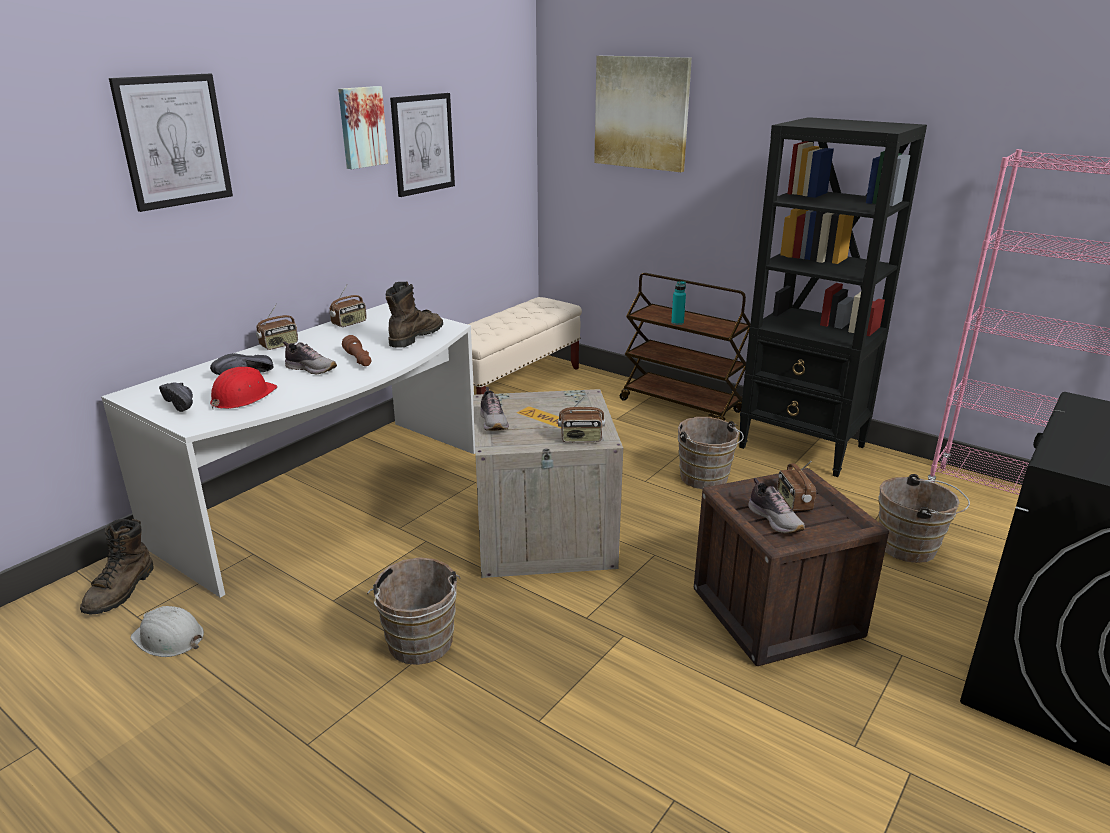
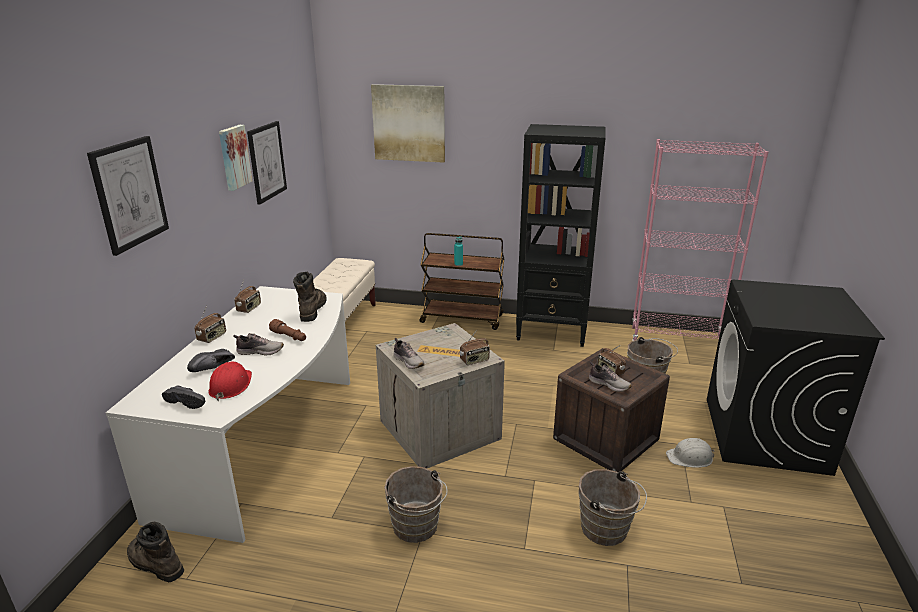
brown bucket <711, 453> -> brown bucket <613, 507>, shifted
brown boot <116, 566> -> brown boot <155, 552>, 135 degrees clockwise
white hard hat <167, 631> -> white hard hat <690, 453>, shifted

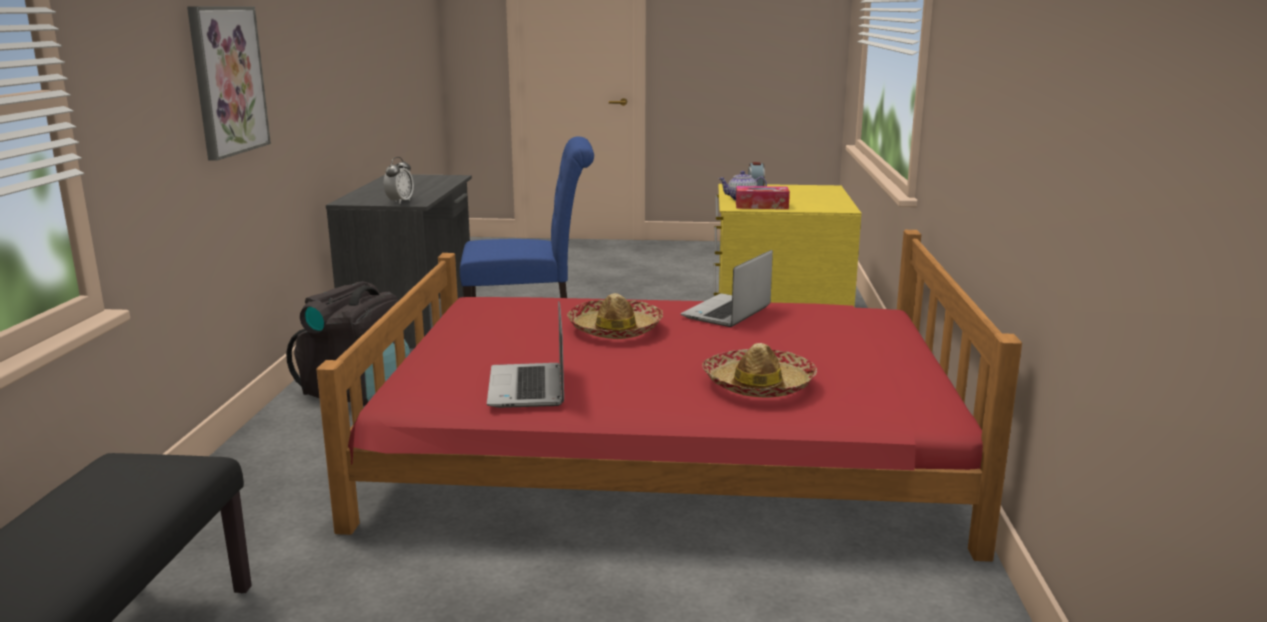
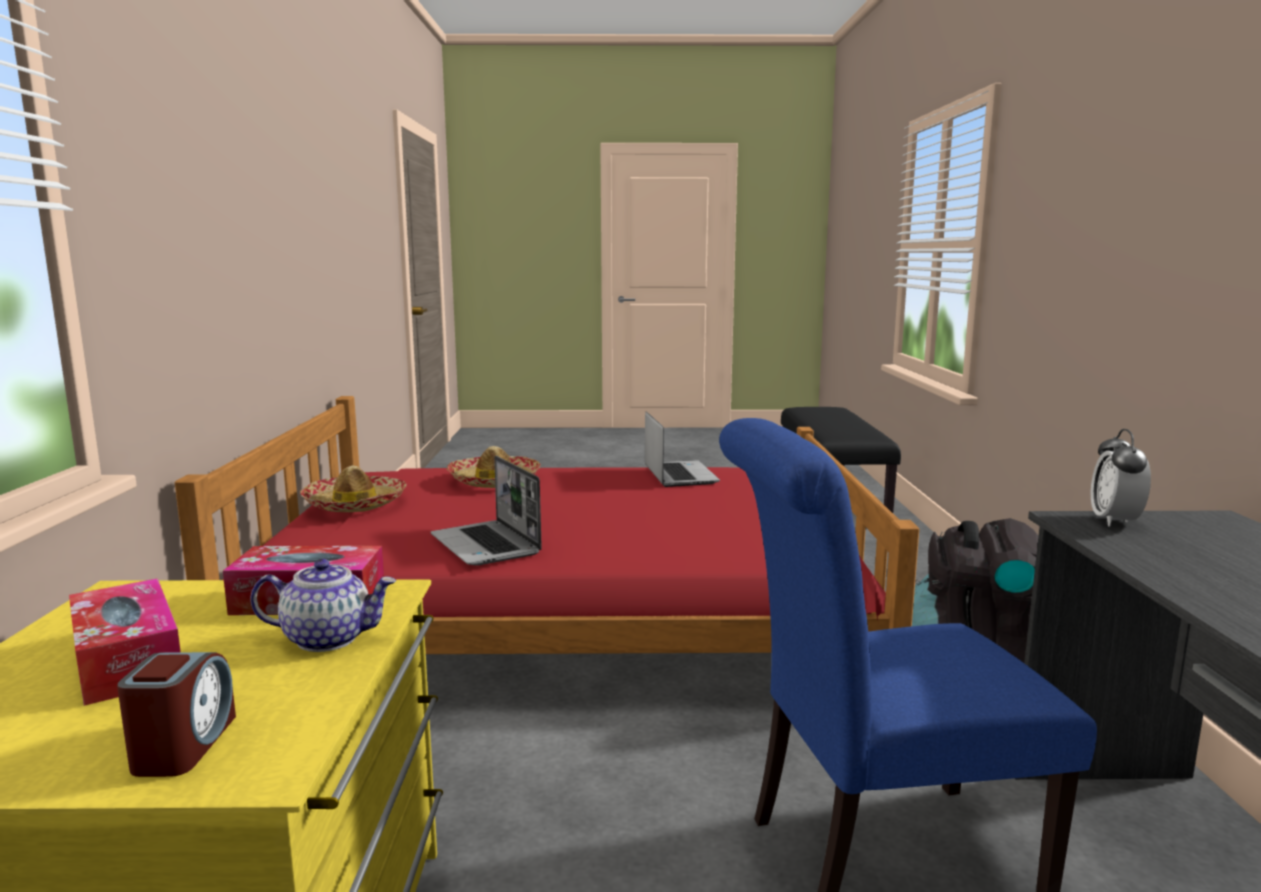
picture <229, 83> -> none
laptop <727, 288> -> laptop <486, 511>, 120 degrees clockwise
hat <615, 316> -> hat <353, 489>, shifted
none -> tissue box <125, 642>

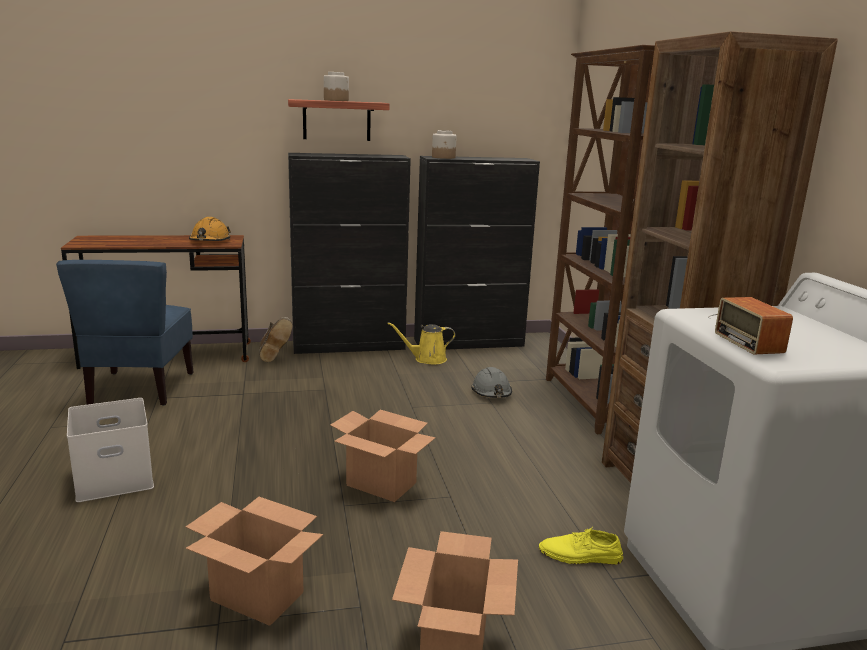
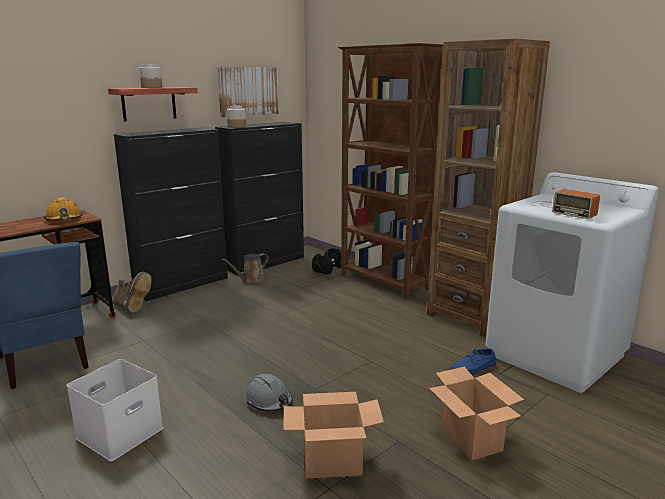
yellow watering can <421, 343> -> brown watering can <245, 268>
grey hard hat <491, 382> -> grey hard hat <269, 393>, shifted
cardboard box <383, 456> -> none
yellow shoe <581, 546> -> blue shoe <473, 361>
none -> picture <248, 92>
none -> black dumbbell <326, 261>

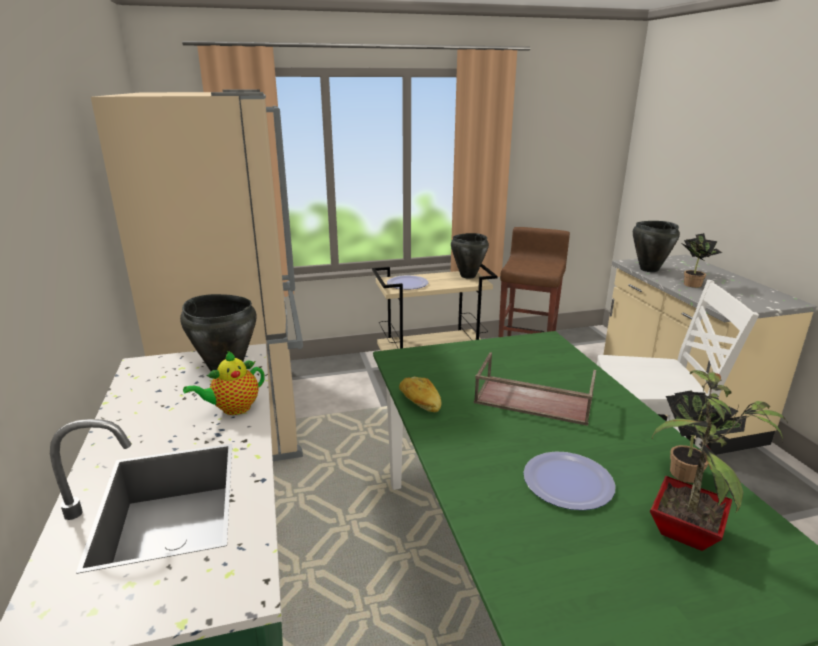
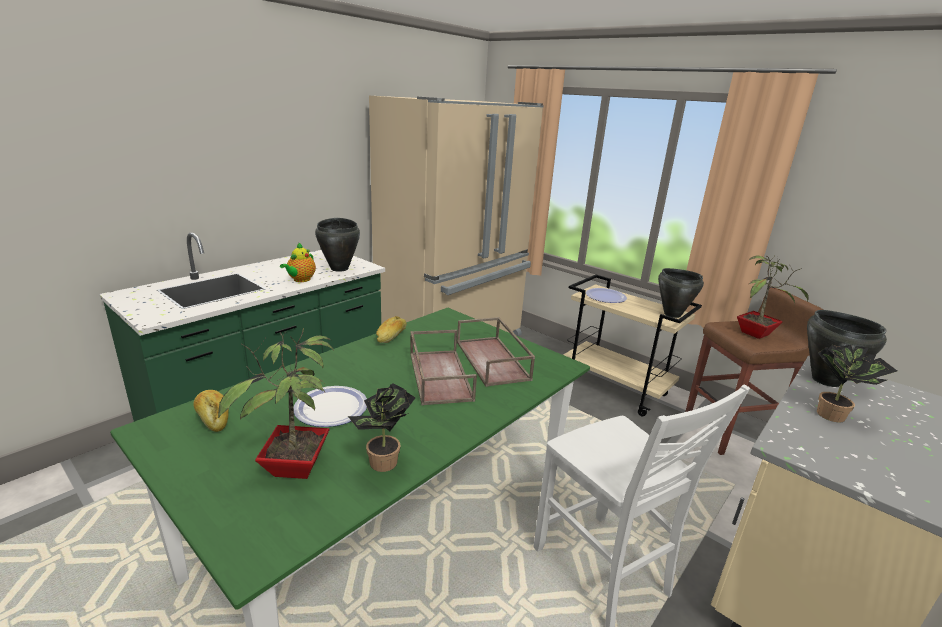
teapot <224, 383> -> teapot <298, 262>, 90 degrees counterclockwise
none -> potted plant <773, 297>
none -> brown tray <496, 352>
none -> bread <211, 411>

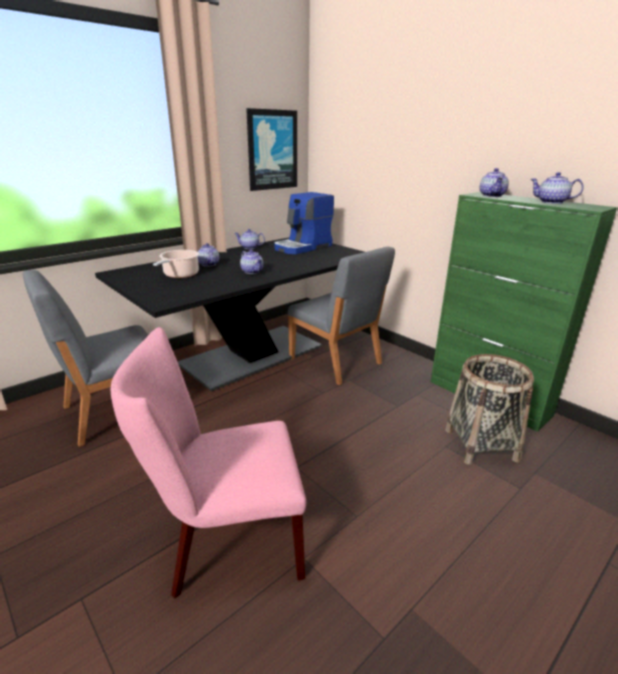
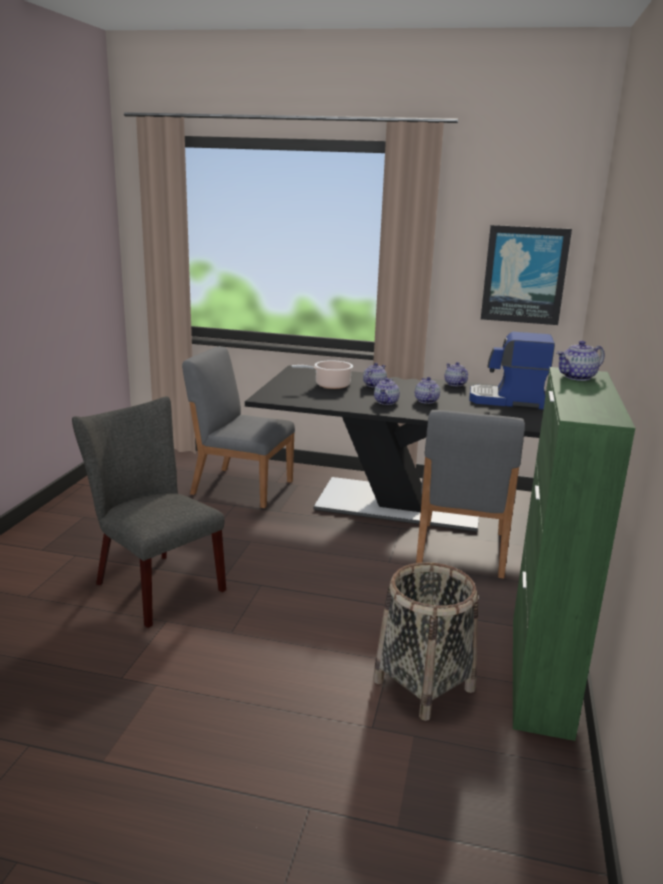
teapot <557, 188> -> teapot <427, 390>, shifted
pink chair <208, 462> -> grey chair <149, 512>

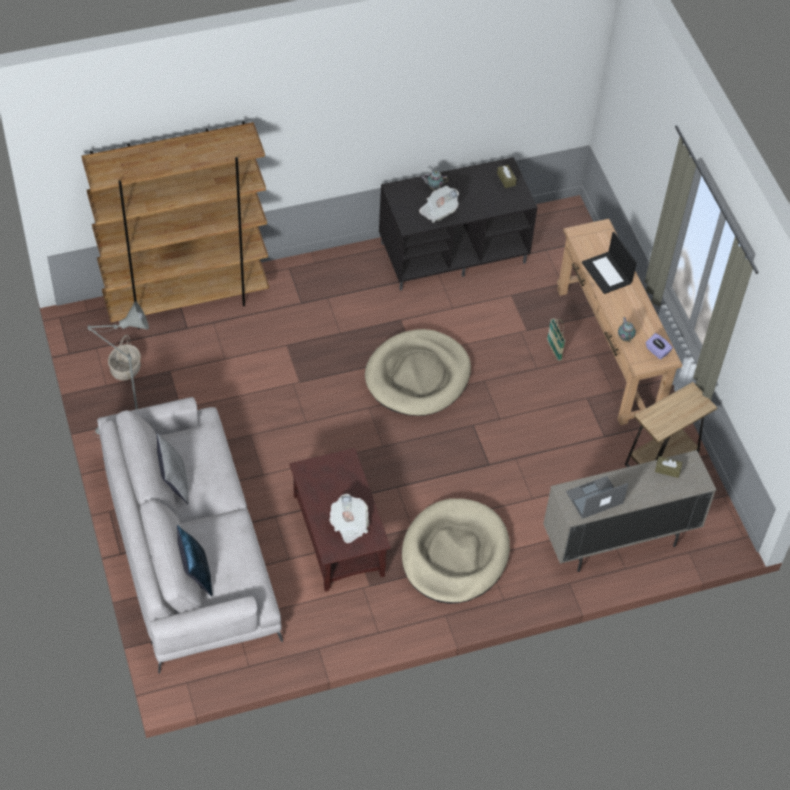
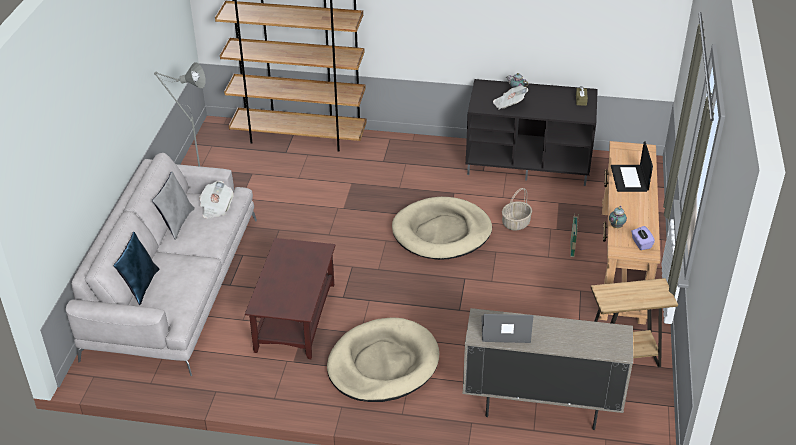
basket <124, 358> -> basket <517, 209>, shifted
brown tissue box <668, 467> -> none
newspaper <349, 518> -> newspaper <216, 199>, shifted

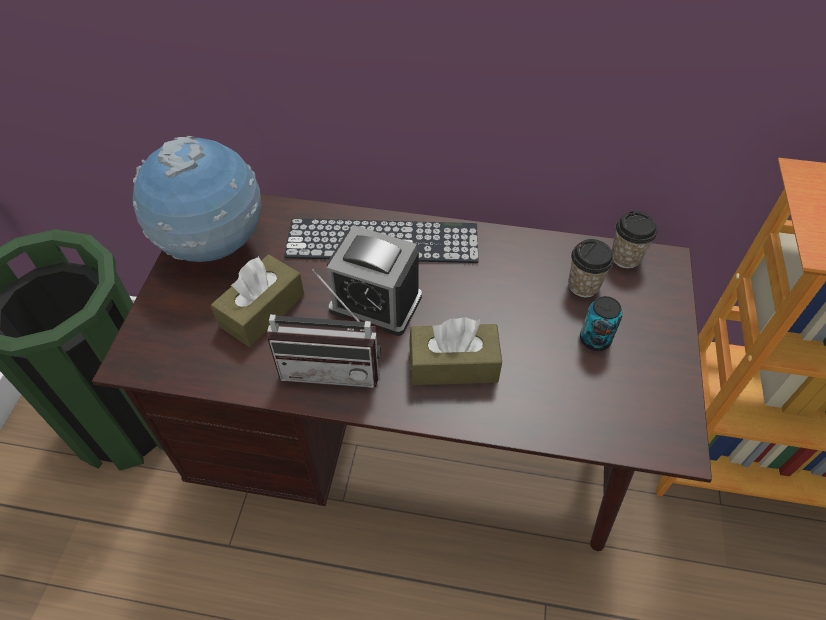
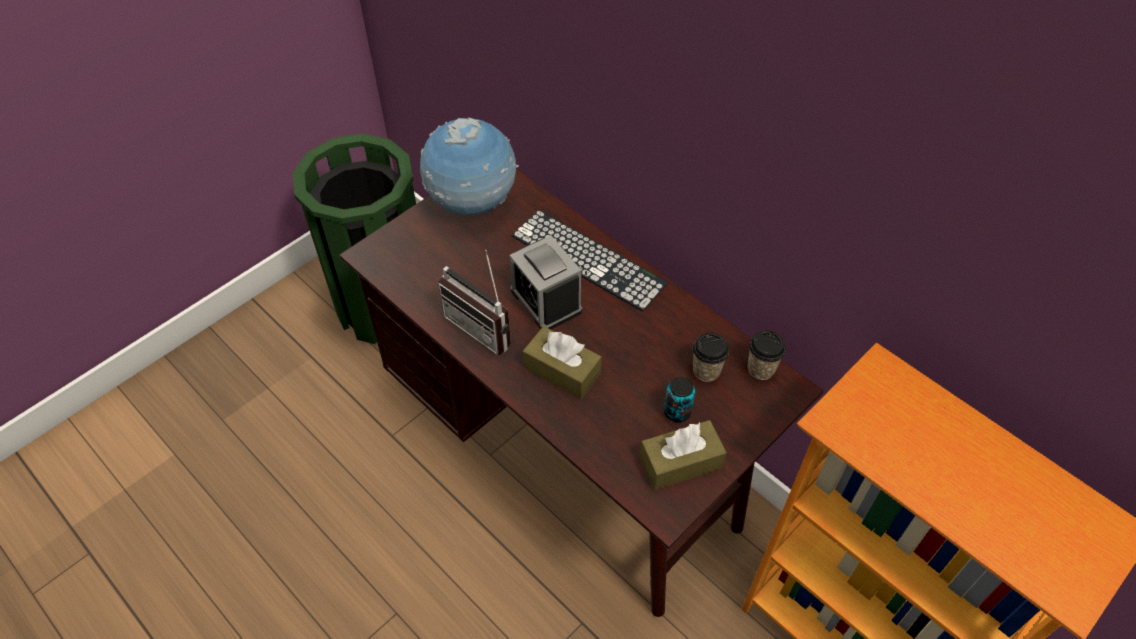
brown tissue box <257, 300> -> brown tissue box <683, 455>, shifted

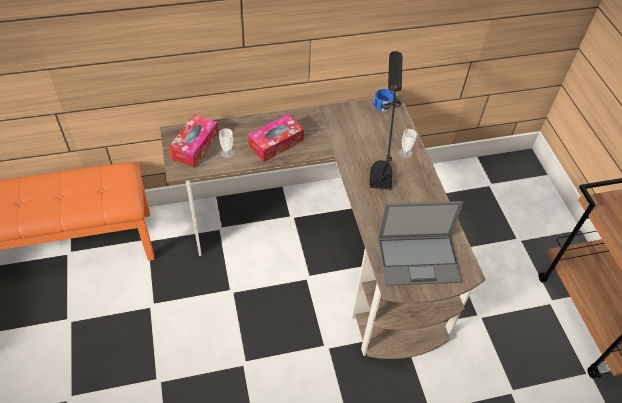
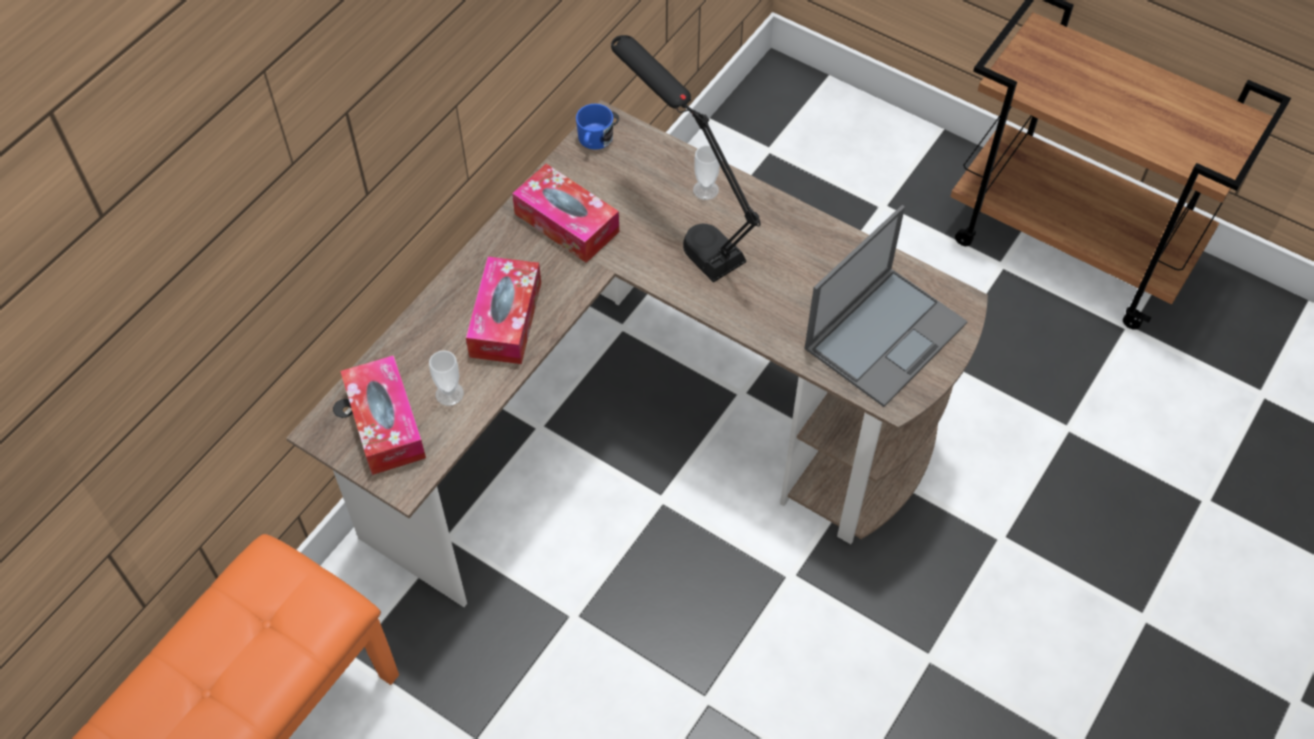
none -> tissue box <565, 213>

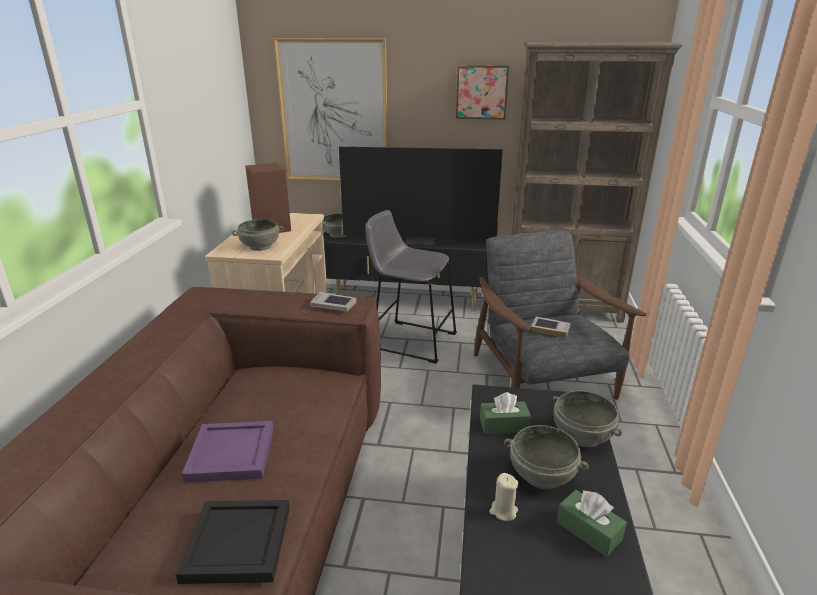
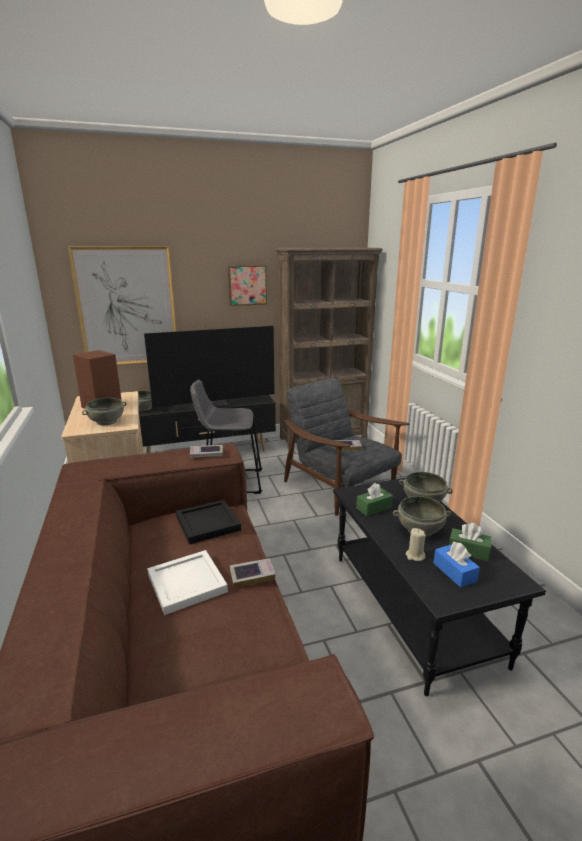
purple tray <228, 452> -> white tray <187, 582>
black tray <232, 542> -> black tray <208, 522>, shifted
none -> blue tissue box <457, 565>
none -> book <252, 572>

